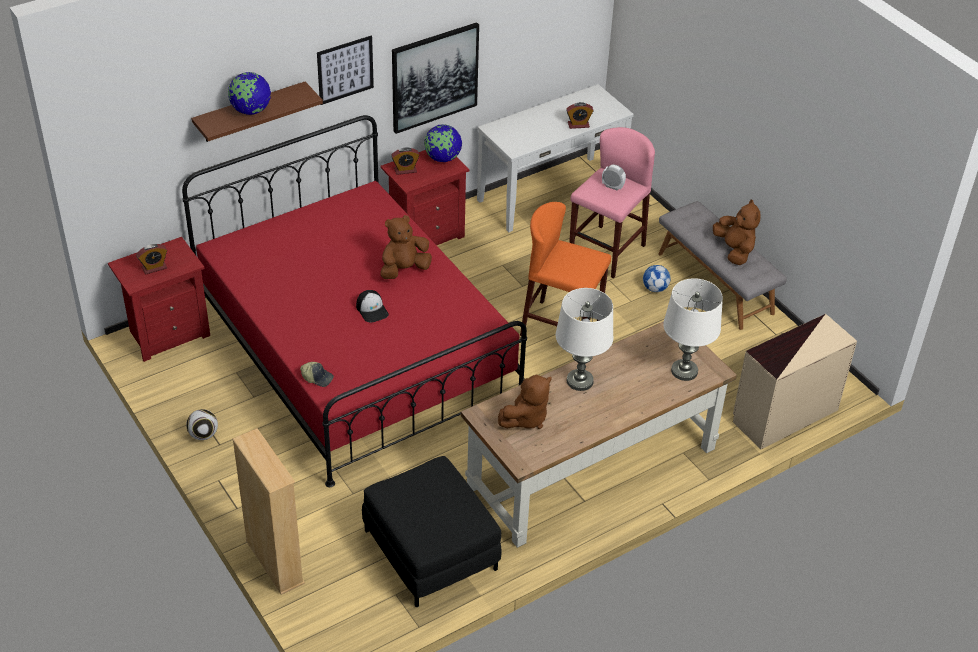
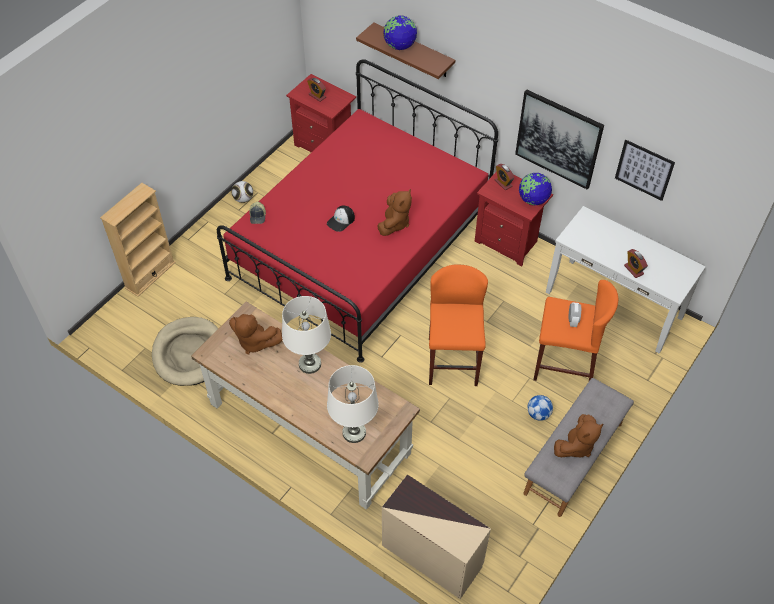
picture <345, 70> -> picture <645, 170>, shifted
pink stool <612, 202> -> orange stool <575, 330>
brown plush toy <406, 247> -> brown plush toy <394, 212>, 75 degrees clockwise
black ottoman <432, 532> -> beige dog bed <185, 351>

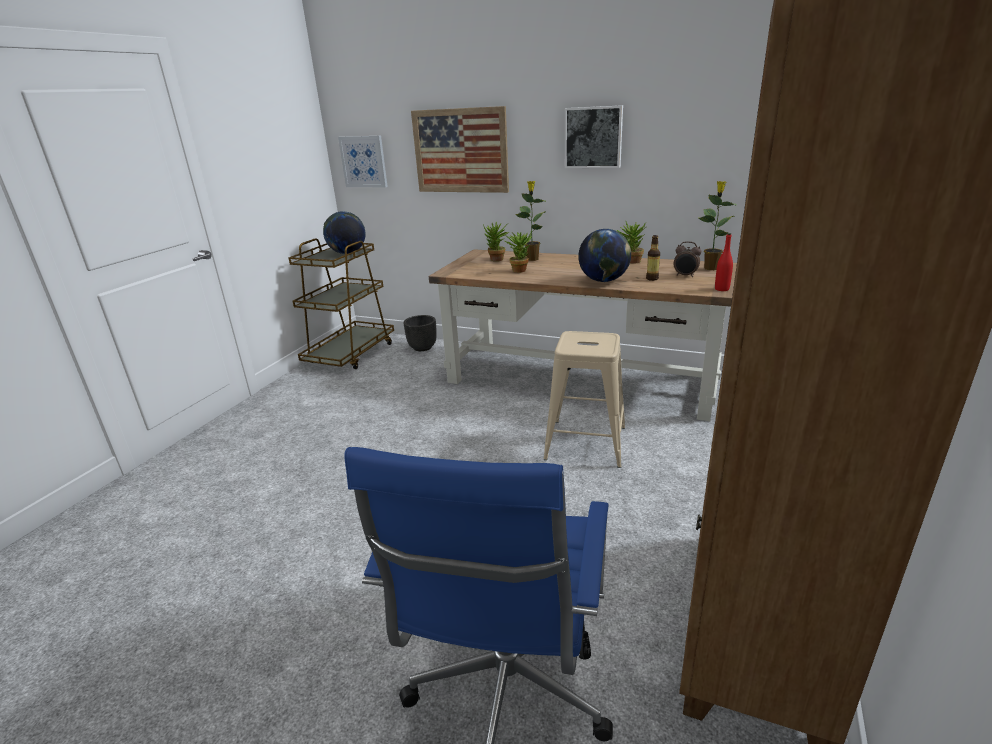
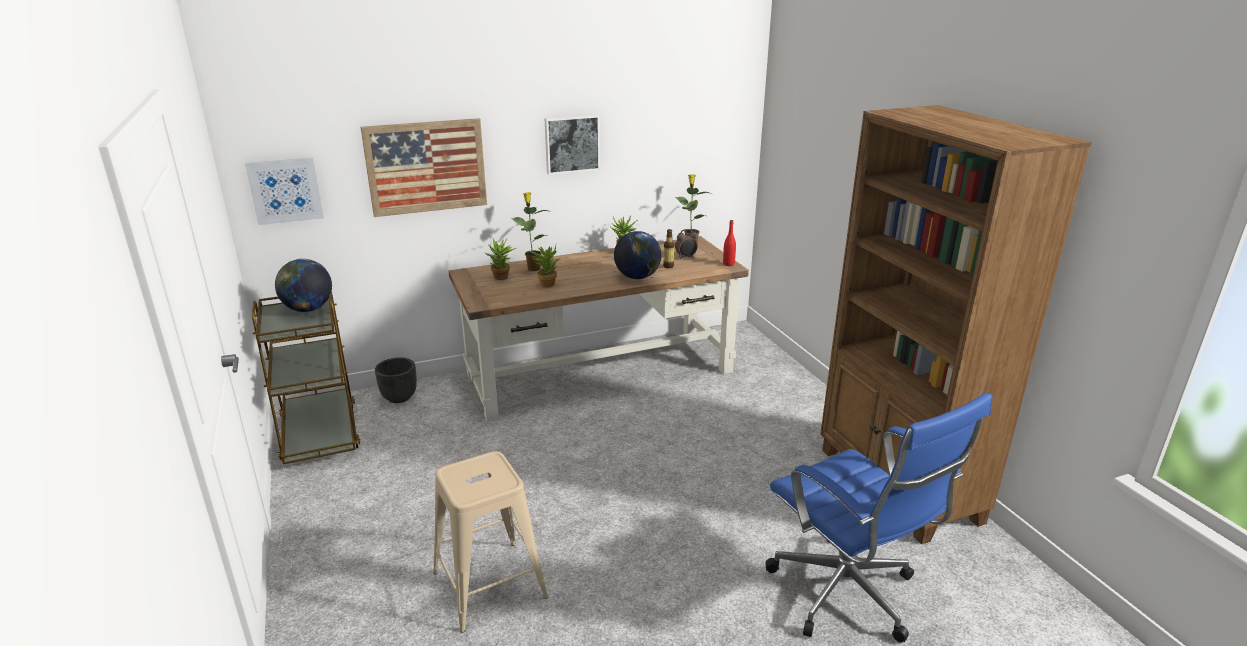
beige stool <584, 399> -> beige stool <490, 542>, shifted

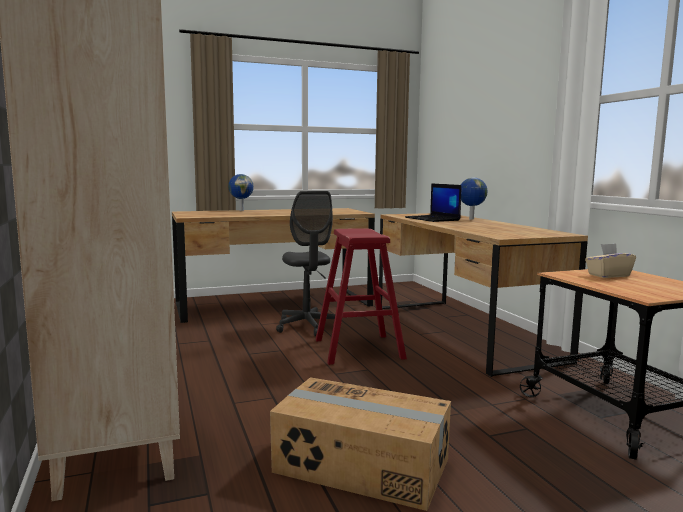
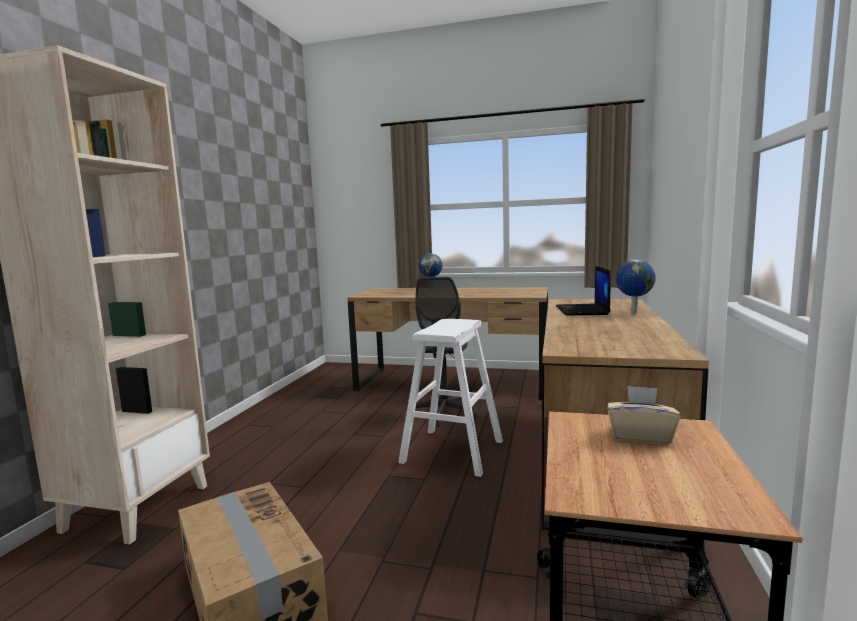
red stool <361, 296> -> white stool <450, 398>

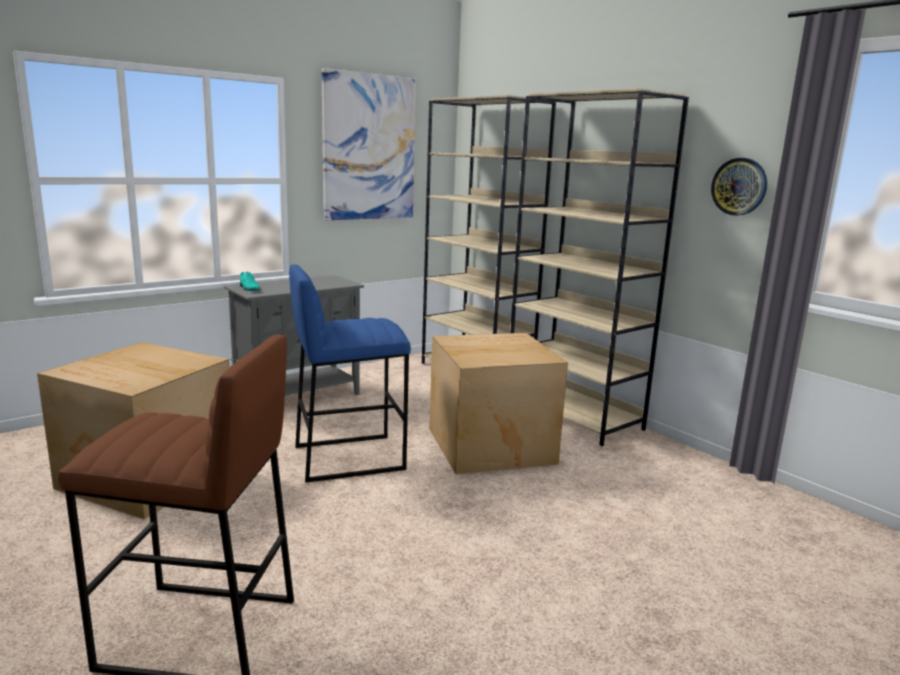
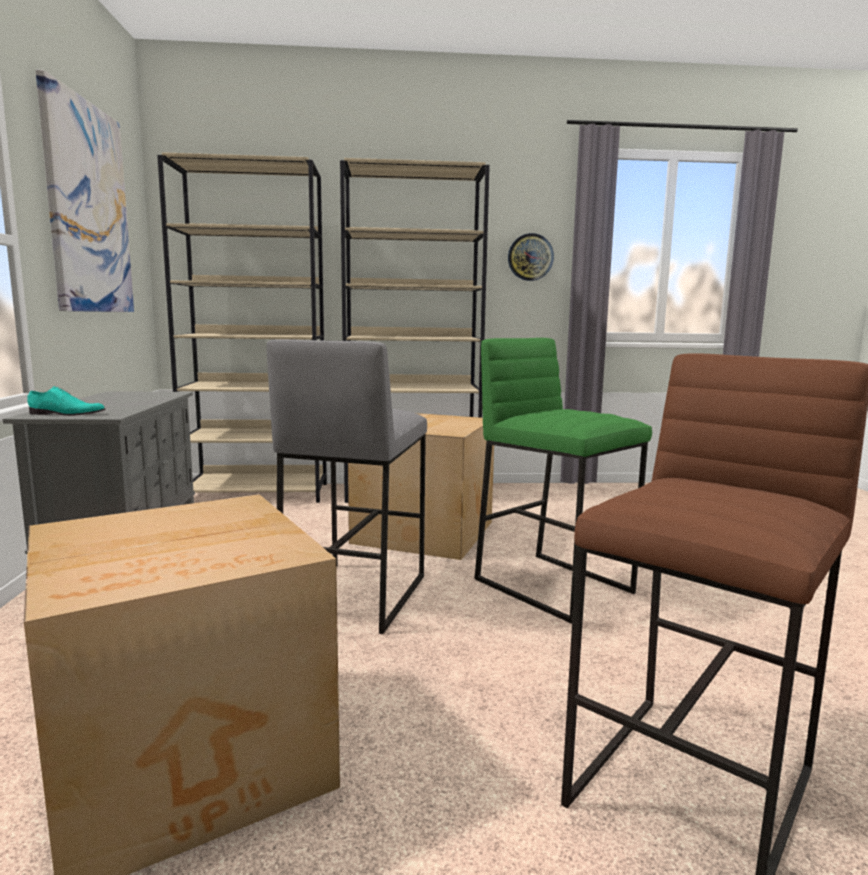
blue stool <350, 373> -> grey stool <347, 486>
none -> green stool <563, 481>

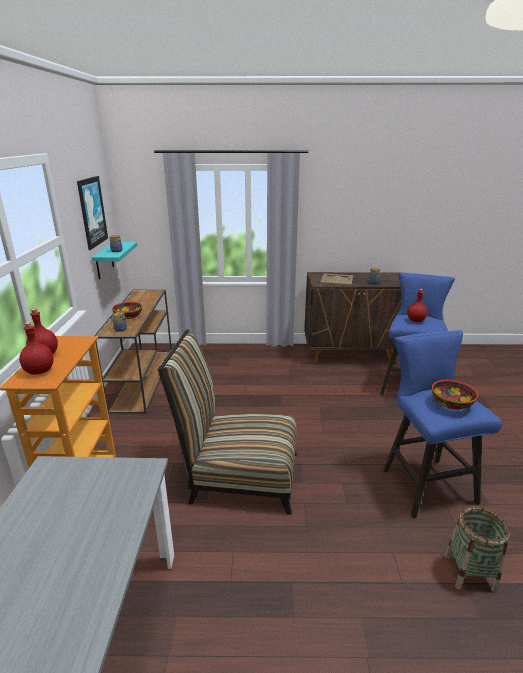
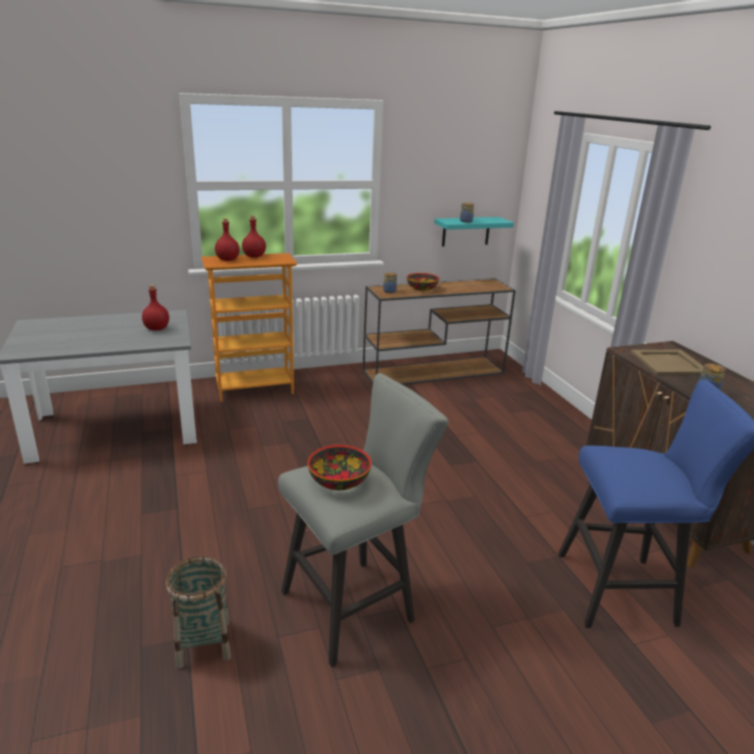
picture <92, 213> -> none
red bottle <417, 305> -> red bottle <155, 308>, shifted
chair <227, 422> -> none
blue stool <443, 424> -> grey stool <363, 520>

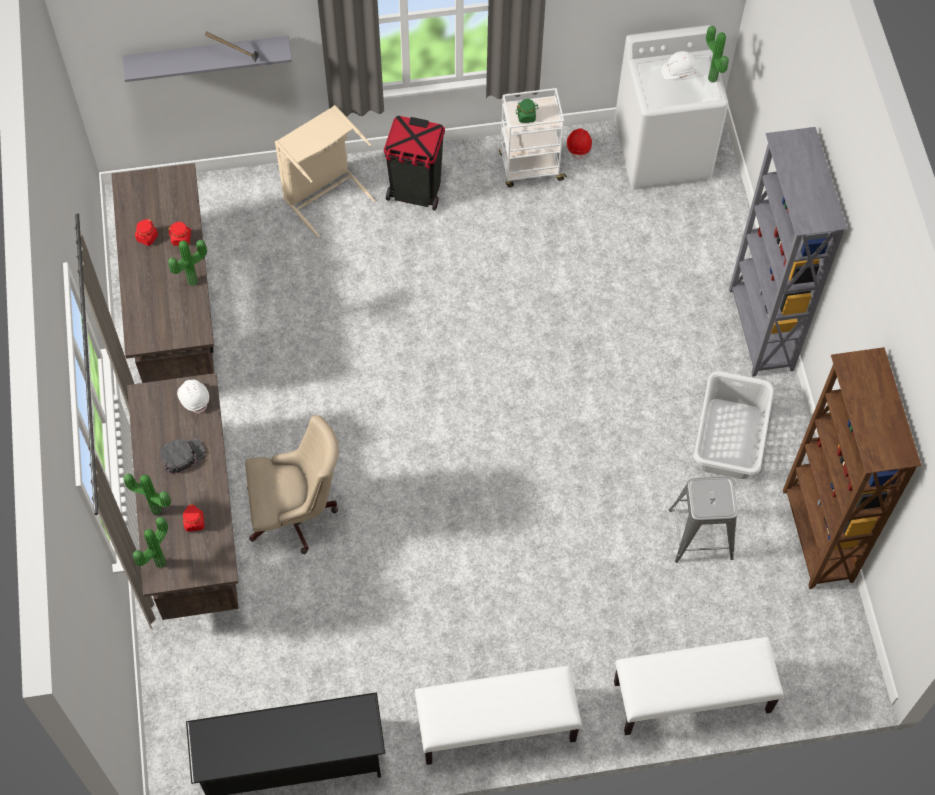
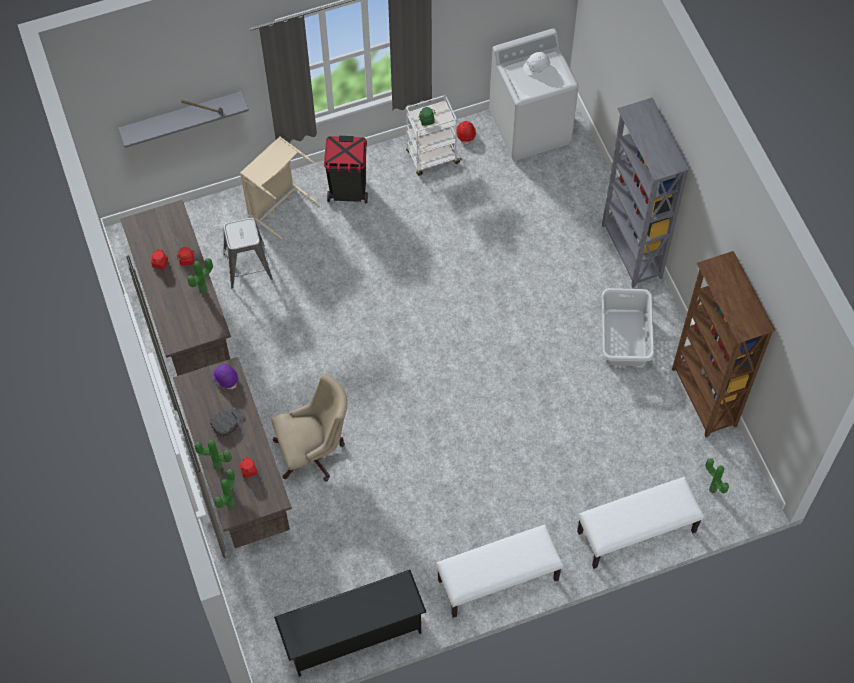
potted plant <717, 54> -> potted plant <717, 475>, shifted
white hard hat <193, 397> -> purple hard hat <225, 376>
grey stool <703, 520> -> grey stool <248, 253>, shifted

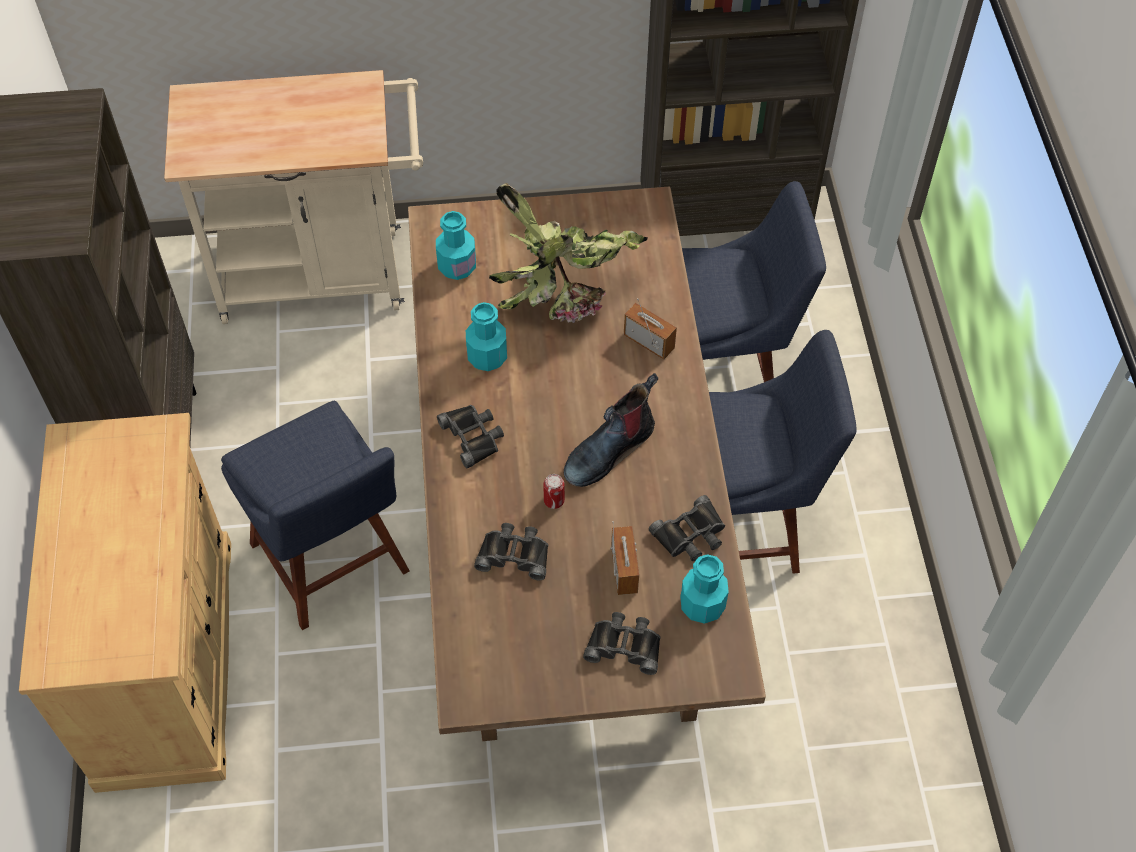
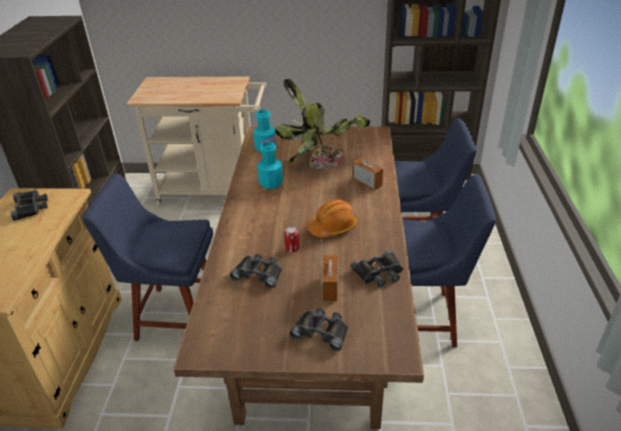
boot <611, 430> -> orange hard hat <333, 218>
blue chair <315, 515> -> blue chair <147, 257>, 120 degrees clockwise
black binoculars <470, 436> -> black binoculars <29, 205>, shifted
turquoise bottle <705, 589> -> none

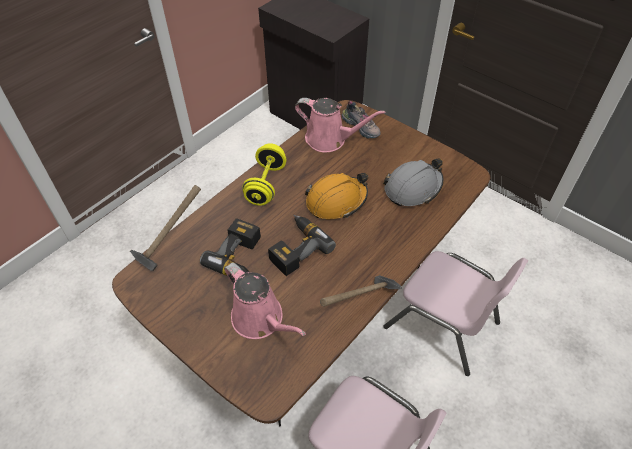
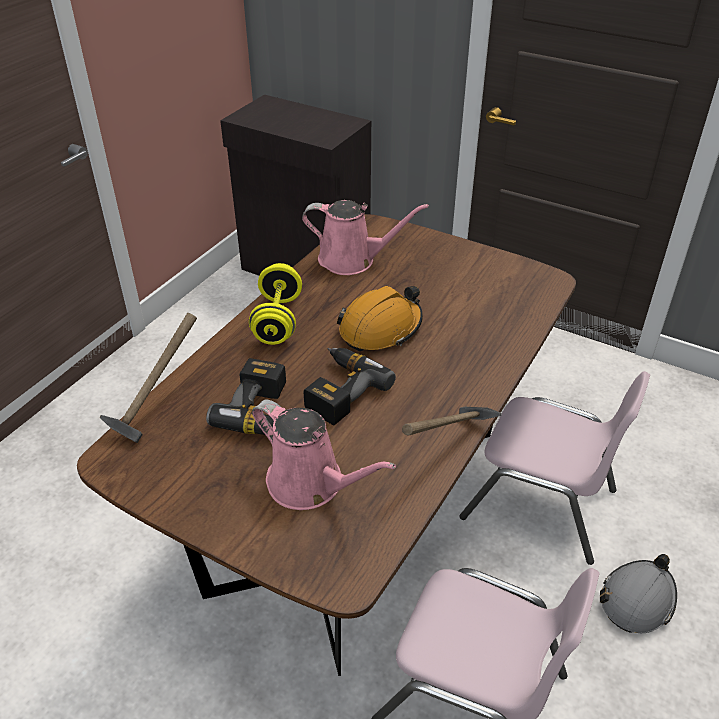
shoe <361, 120> -> none
grey hard hat <413, 182> -> grey hard hat <638, 593>, shifted

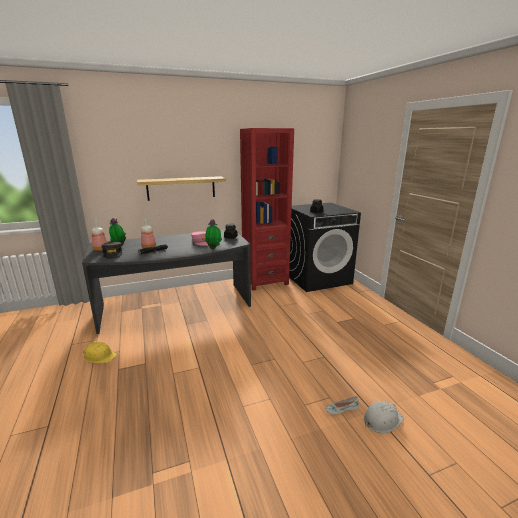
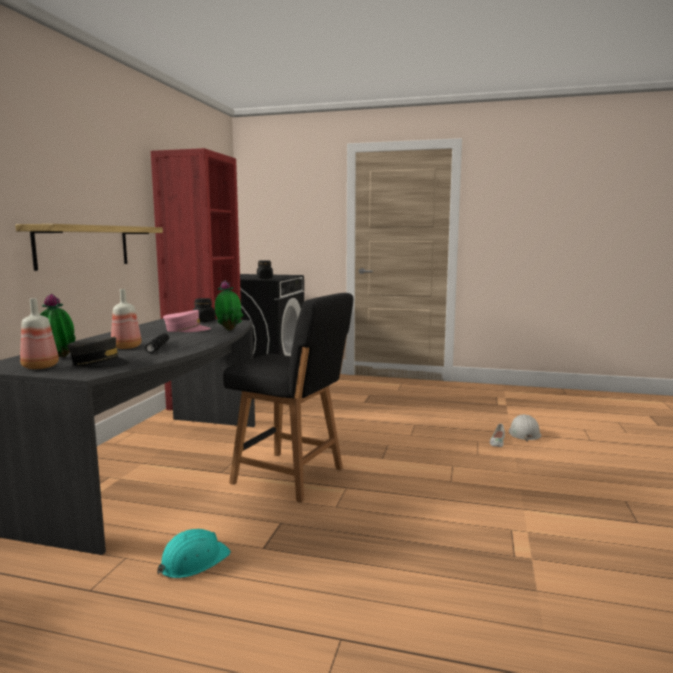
yellow hard hat <100, 352> -> turquoise hard hat <194, 553>
none -> black chair <288, 398>

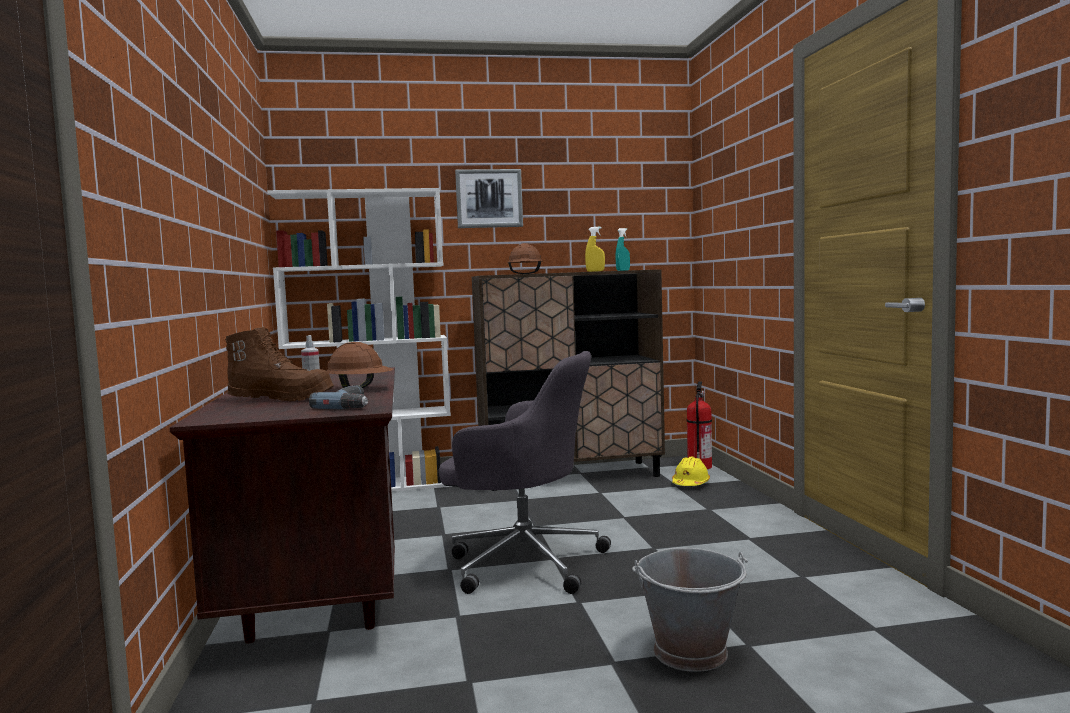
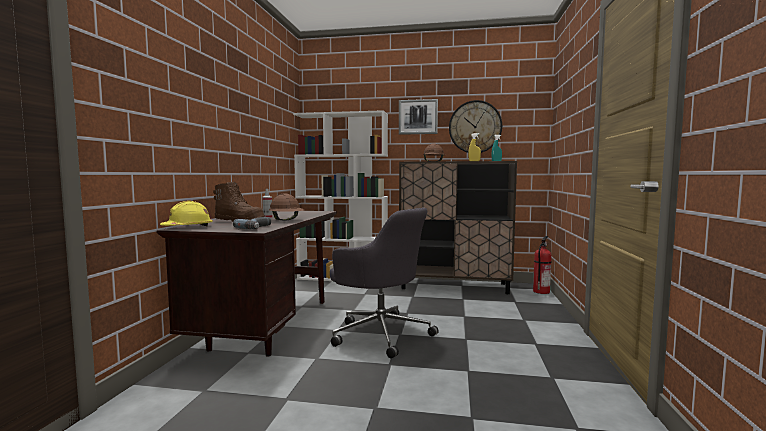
yellow hard hat <691, 471> -> yellow hard hat <186, 214>, shifted
grey bucket <690, 610> -> none
none -> wall clock <475, 126>

